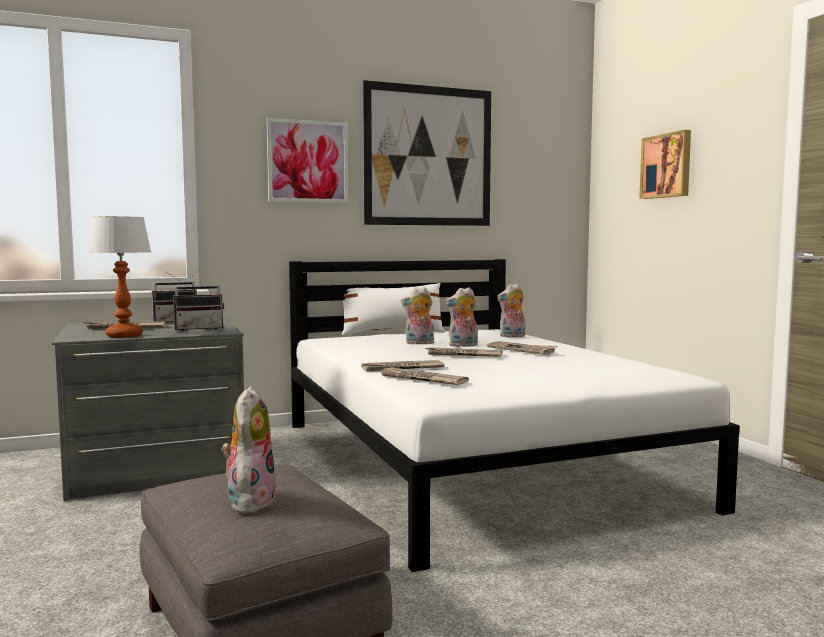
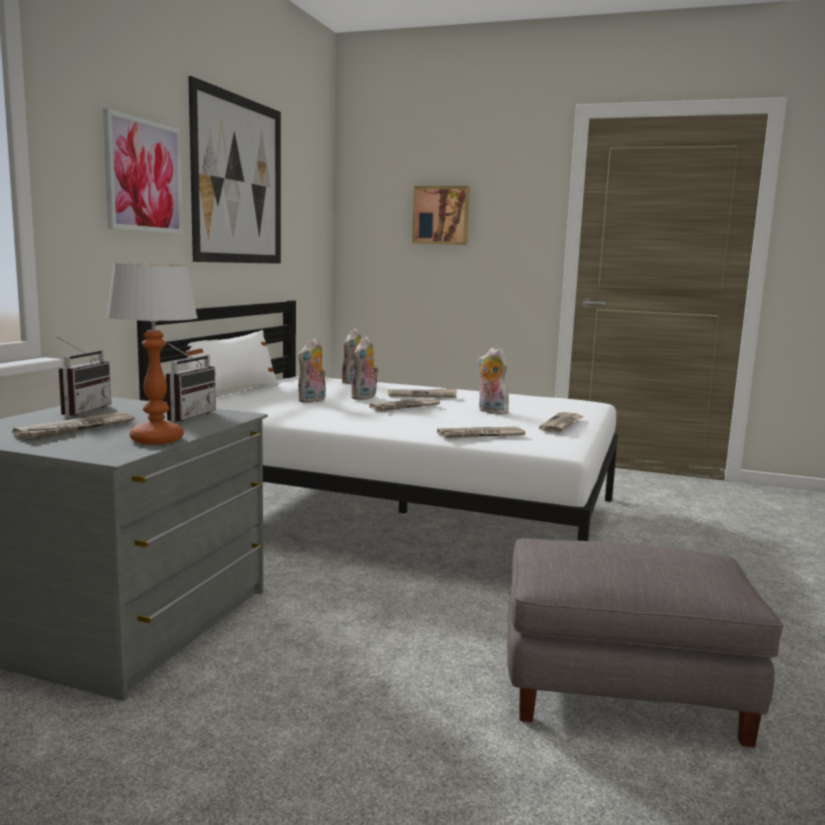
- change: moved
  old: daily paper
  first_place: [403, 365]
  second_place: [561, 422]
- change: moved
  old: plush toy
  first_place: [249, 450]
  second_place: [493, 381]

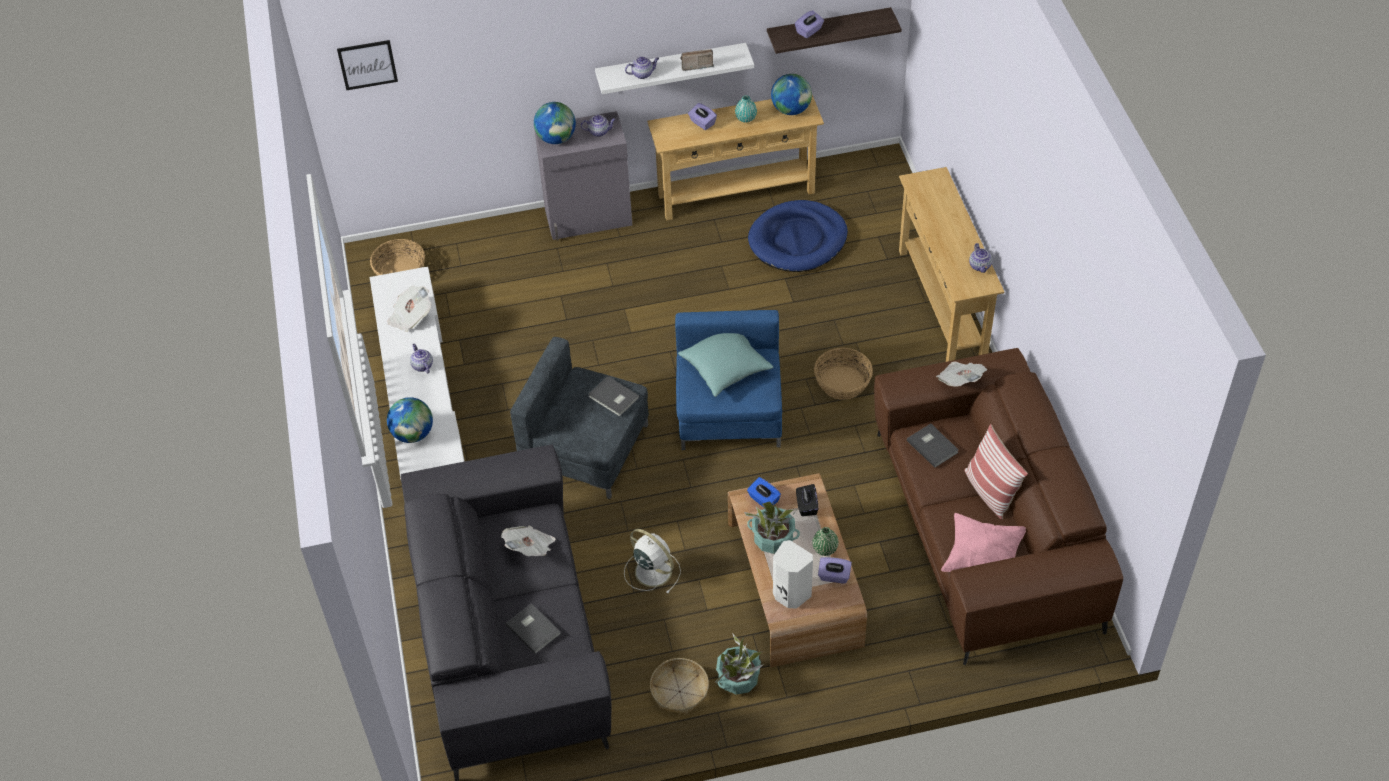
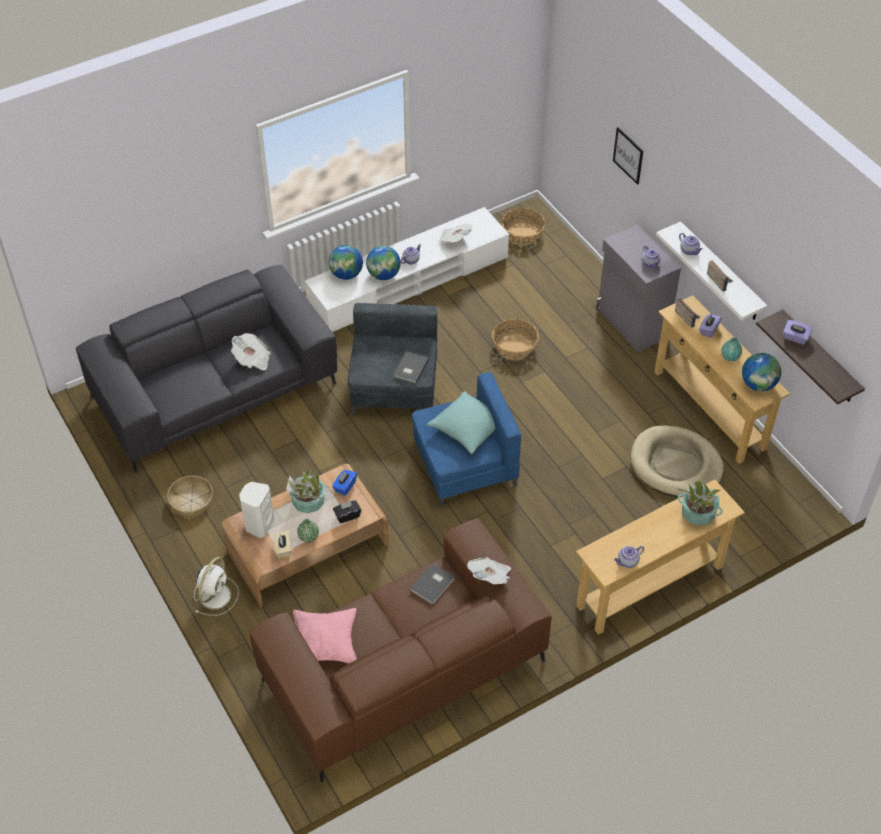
- change: moved
  old: picture
  first_place: [367, 65]
  second_place: [628, 156]
- change: moved
  old: desk globe
  first_place: [555, 123]
  second_place: [383, 263]
- change: recoloured
  old: dog bed/bluish
  new: dog bed/sand-coloured
  first_place: [798, 236]
  second_place: [677, 461]
- change: moved
  old: storage basket
  first_place: [843, 374]
  second_place: [515, 339]
- change: removed
  old: throw pillow
  first_place: [996, 472]
- change: moved
  old: electric fan/white
  first_place: [652, 561]
  second_place: [216, 586]
- change: recoloured
  old: box of tissues/purplish
  new: box of tissues/sand-coloured
  first_place: [835, 570]
  second_place: [283, 544]
- change: removed
  old: bound book/gray
  first_place: [533, 628]
- change: moved
  old: potted plant
  first_place: [739, 664]
  second_place: [700, 503]
- change: added
  new: radio set
  second_place: [688, 313]

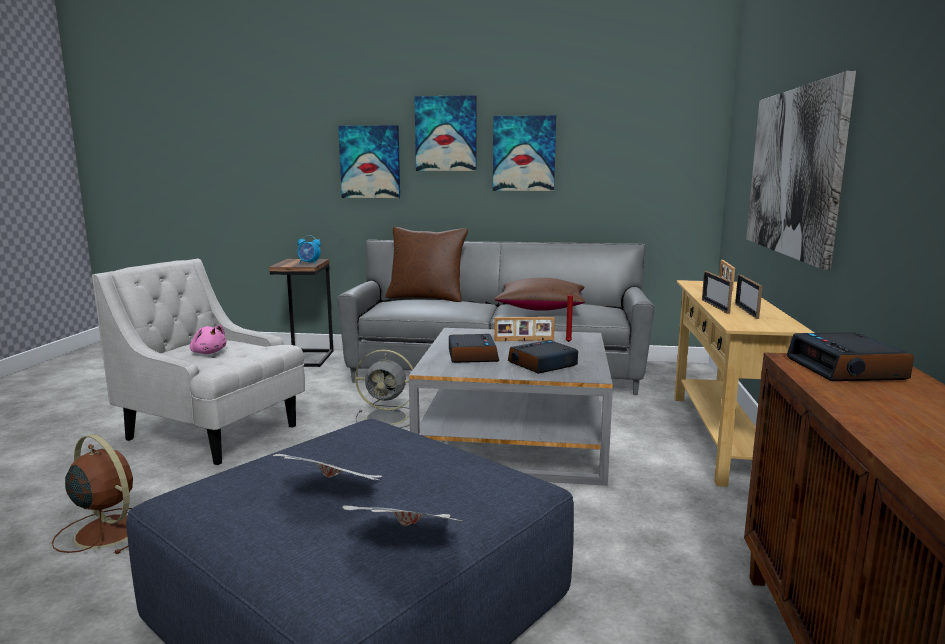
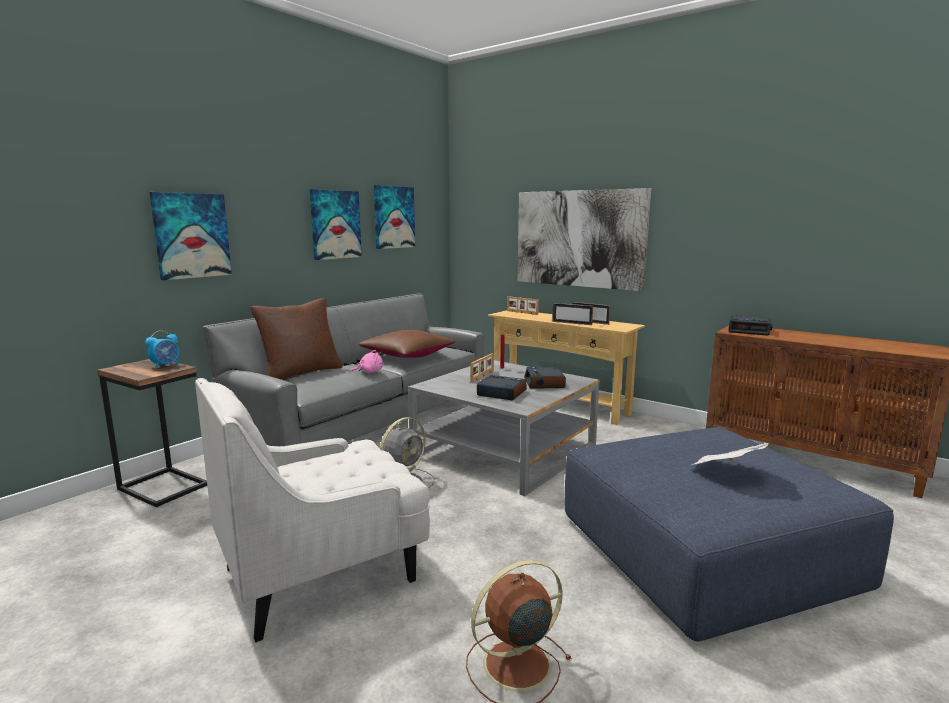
- change: moved
  old: picture
  first_place: [445, 133]
  second_place: [394, 217]
- change: moved
  old: plush toy/pinkish
  first_place: [208, 339]
  second_place: [366, 361]
- change: removed
  old: daily paper
  first_place: [402, 515]

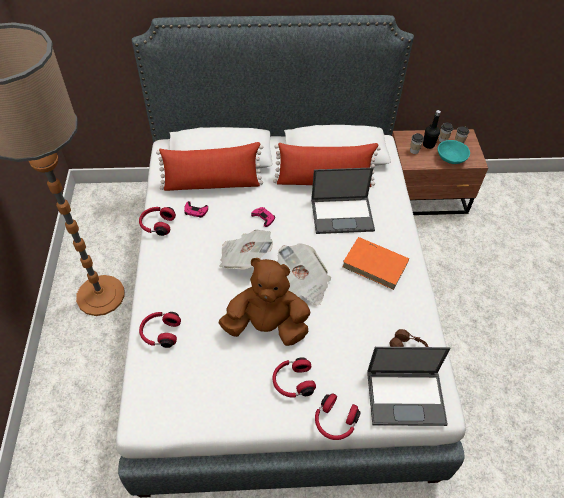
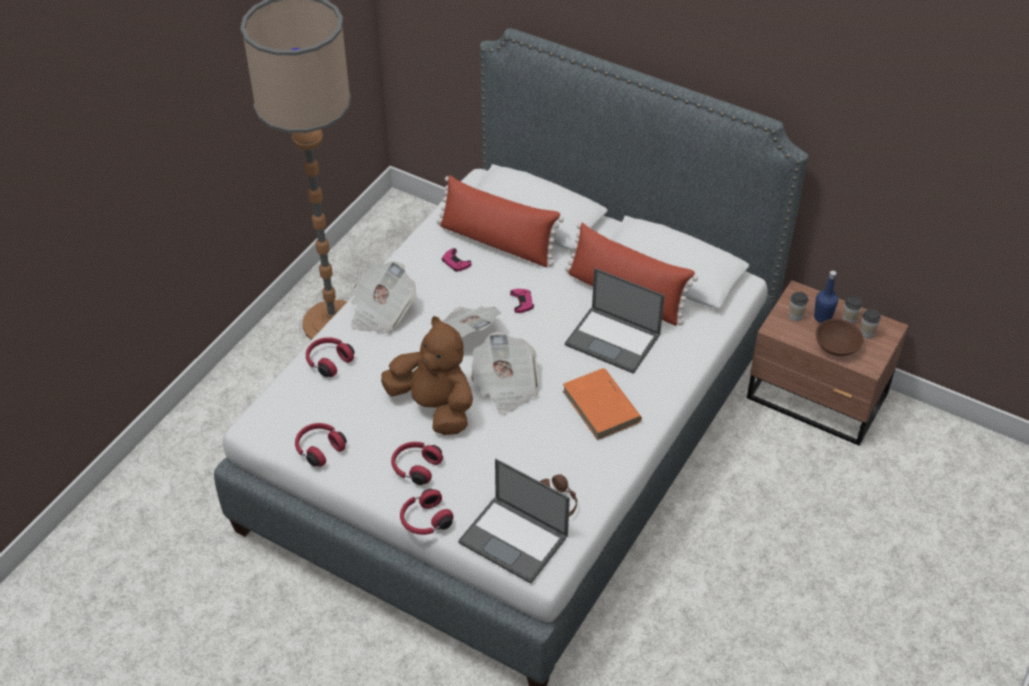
- change: recoloured
  old: drink bottle/black
  new: drink bottle/bluish
  first_place: [432, 129]
  second_place: [826, 296]
- change: recoloured
  old: deep dish/turquoise-coloured
  new: deep dish/brown
  first_place: [453, 152]
  second_place: [839, 337]
- change: moved
  old: pair of headphones/red
  first_place: [157, 221]
  second_place: [321, 445]
- change: added
  new: daily paper
  second_place: [383, 297]

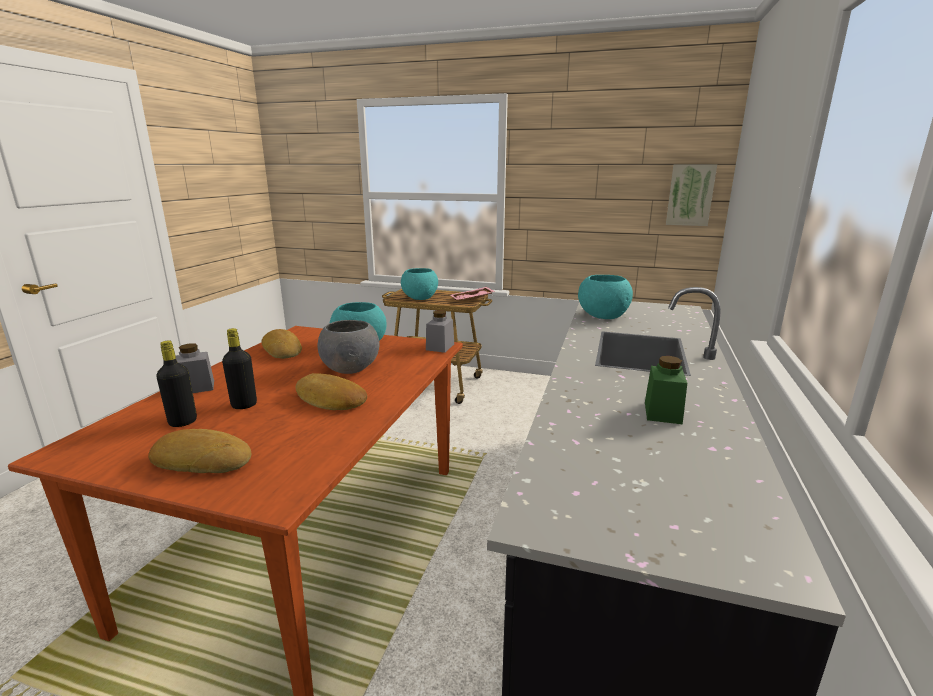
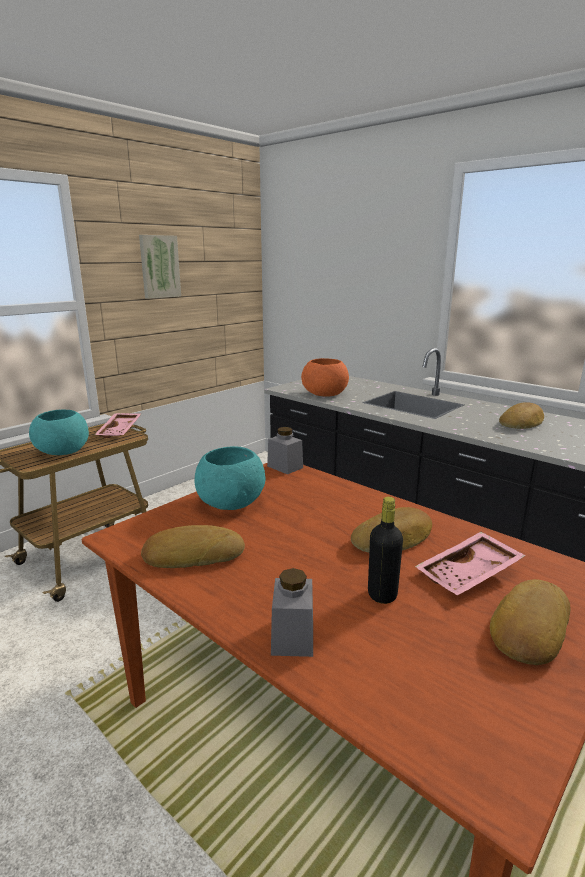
- change: moved
  old: picture
  first_place: [691, 195]
  second_place: [160, 267]
- change: recoloured
  old: deep dish/turquoise-coloured
  new: deep dish/orangey
  first_place: [605, 297]
  second_place: [325, 377]
- change: removed
  old: deep dish/gray
  first_place: [348, 347]
- change: removed
  old: drink bottle/black
  first_place: [176, 383]
- change: replaced
  old: preserve jar/green
  new: bread
  first_place: [666, 390]
  second_place: [521, 415]
- change: added
  new: carrying tray/pinkish
  second_place: [470, 563]

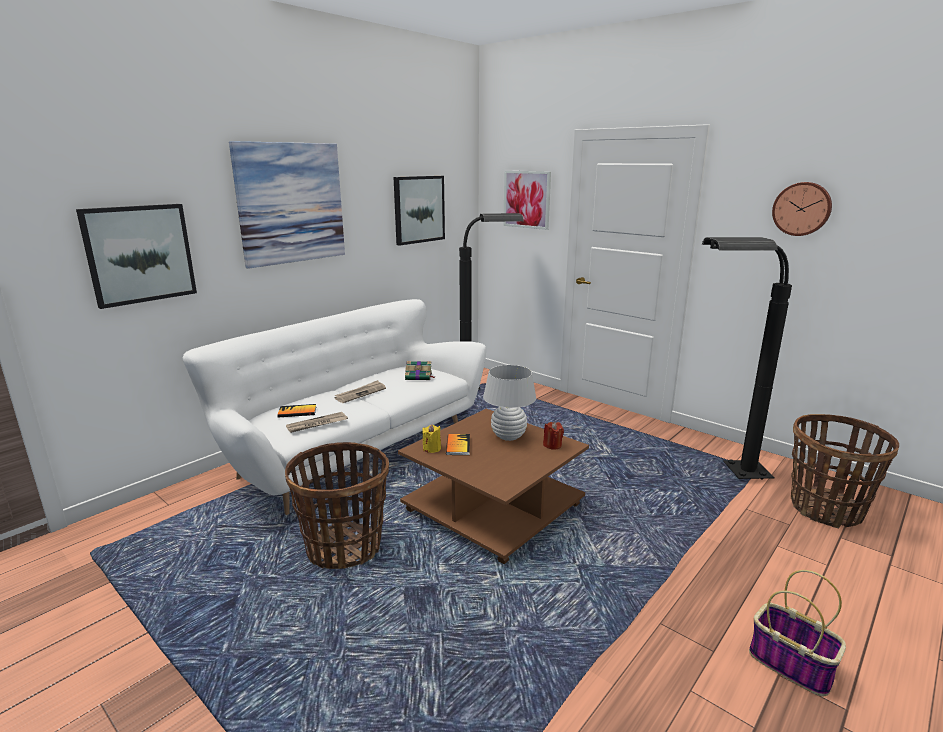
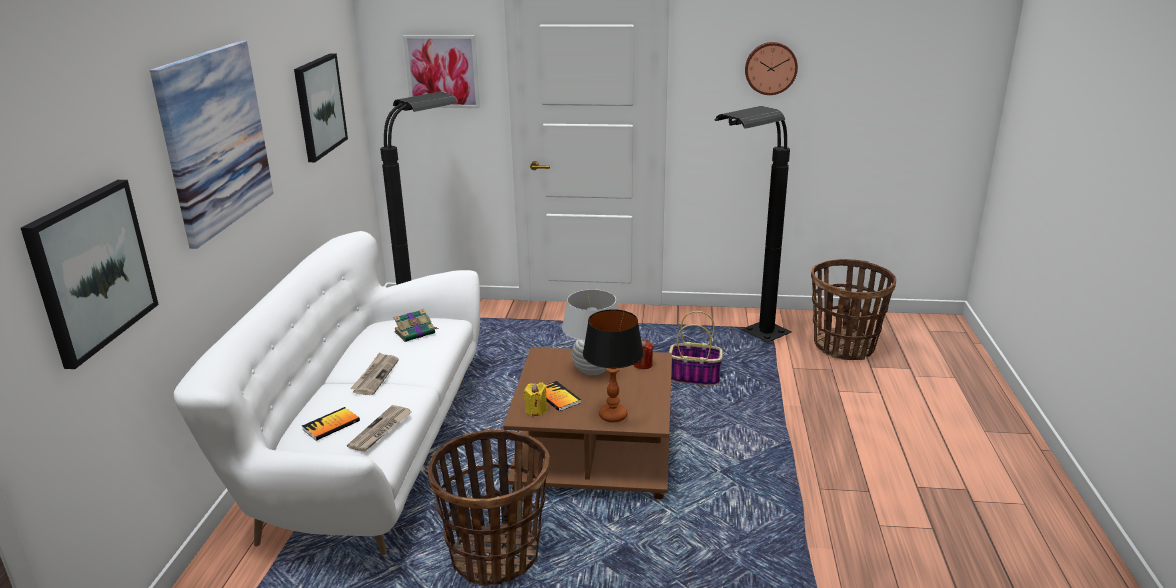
- change: moved
  old: storage basket
  first_place: [797, 633]
  second_place: [696, 348]
- change: added
  new: tabletop lamp
  second_place: [613, 366]

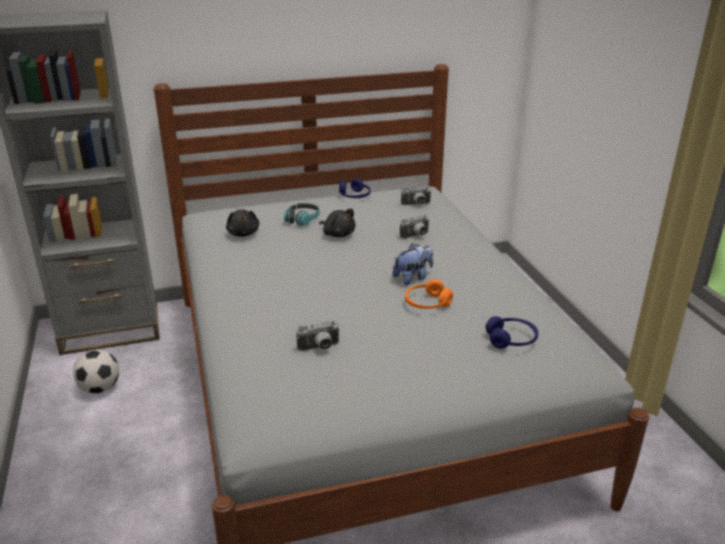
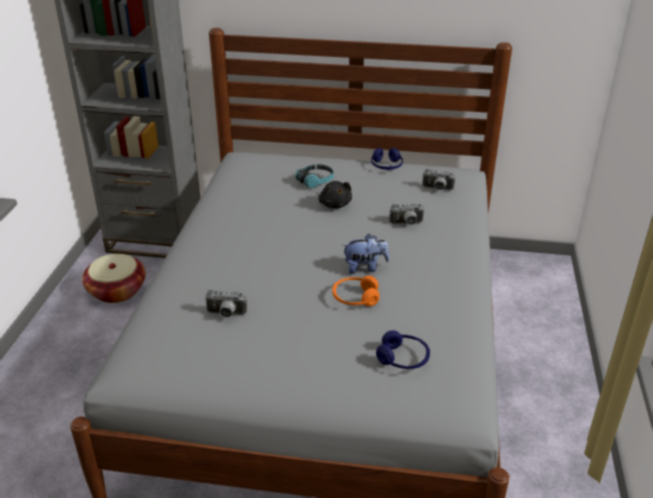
- change: removed
  old: plush toy/black
  first_place: [242, 223]
- change: replaced
  old: football ball
  new: storage basket
  first_place: [96, 371]
  second_place: [114, 278]

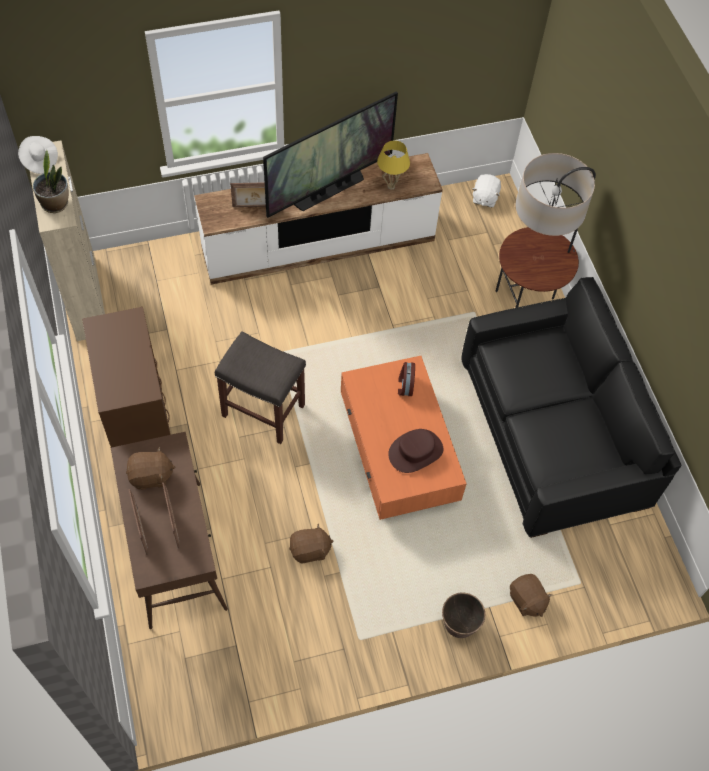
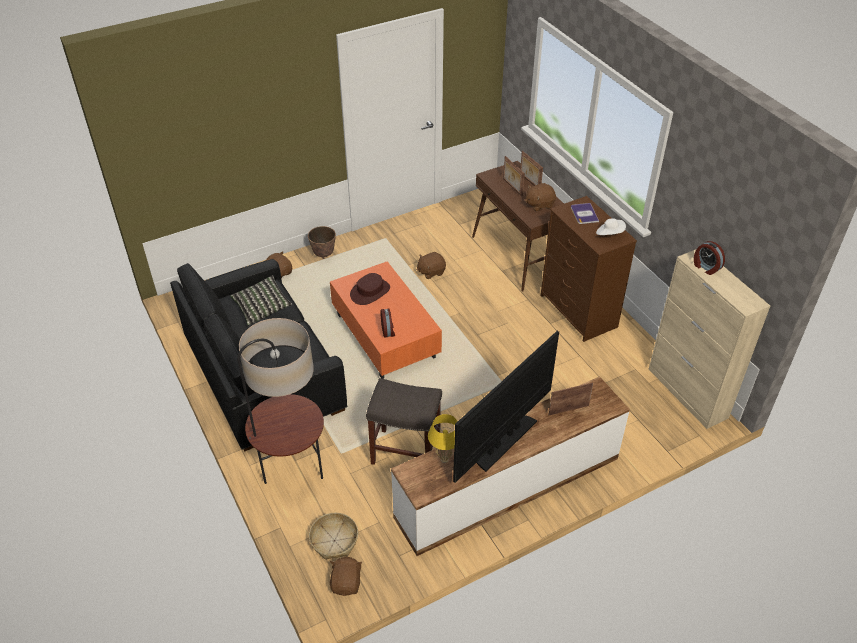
- change: moved
  old: wearable hat/white
  first_place: [38, 155]
  second_place: [611, 227]
- change: replaced
  old: potted plant
  new: alarm clock
  first_place: [51, 181]
  second_place: [709, 258]
- change: recoloured
  old: plush toy/white
  new: plush toy/brown
  first_place: [486, 190]
  second_place: [346, 576]
- change: moved
  old: sitting stool/gray
  first_place: [260, 387]
  second_place: [404, 421]
- change: added
  new: bound book
  second_place: [585, 213]
- change: added
  new: throw pillow
  second_place: [261, 300]
- change: added
  new: storage basket
  second_place: [333, 536]

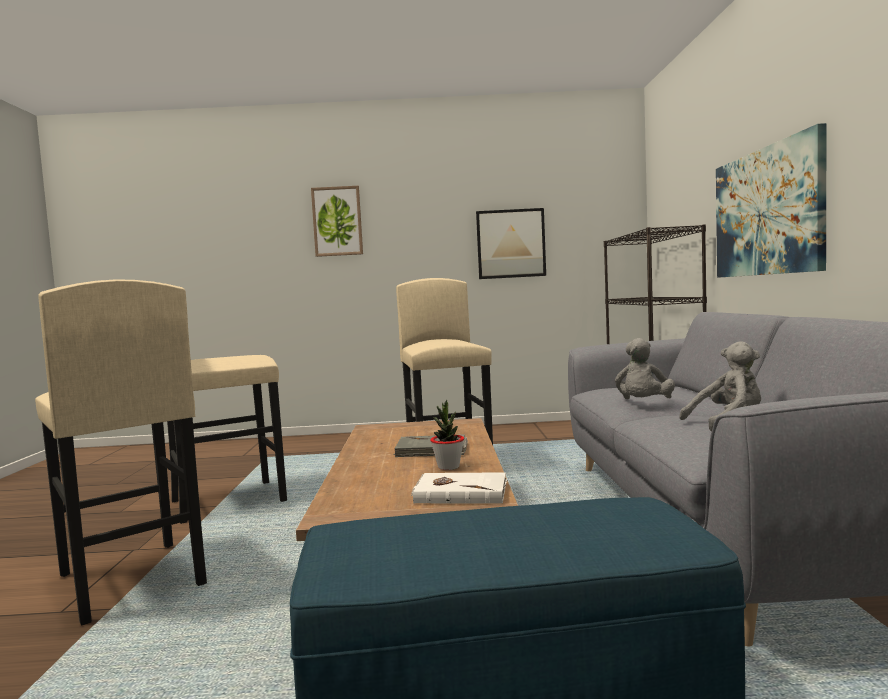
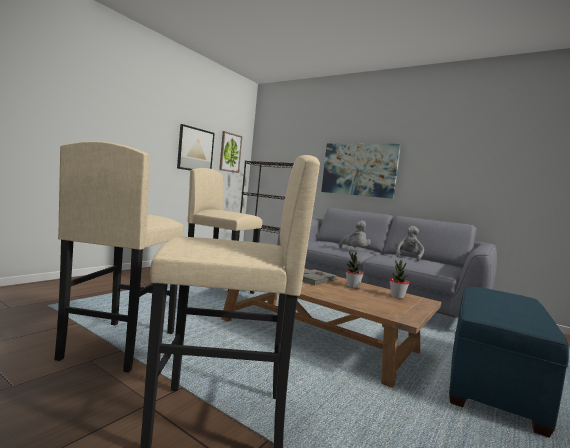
- change: moved
  old: picture
  first_place: [337, 221]
  second_place: [230, 152]
- change: replaced
  old: bound book/white
  new: potted plant
  first_place: [459, 487]
  second_place: [399, 279]

